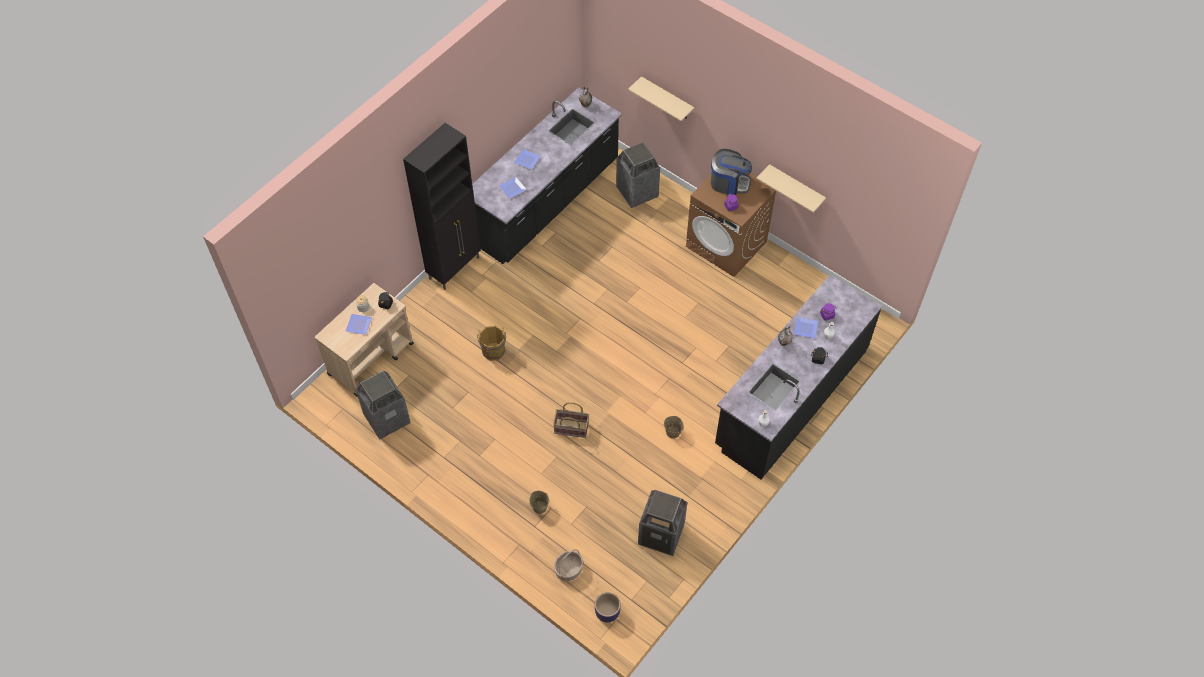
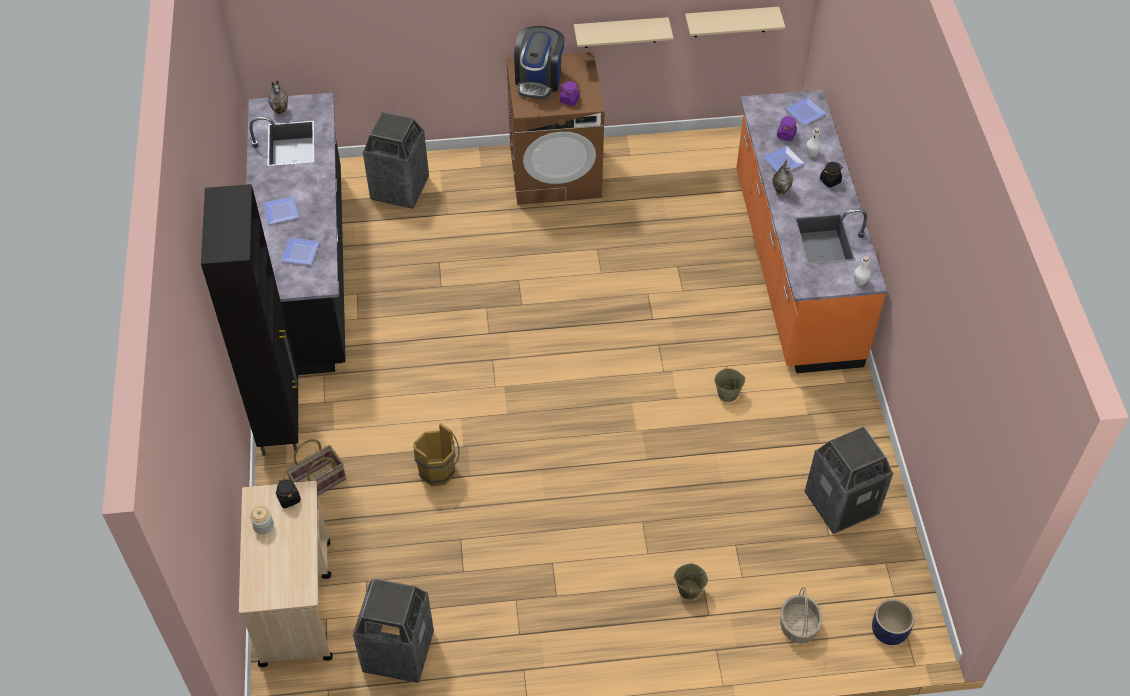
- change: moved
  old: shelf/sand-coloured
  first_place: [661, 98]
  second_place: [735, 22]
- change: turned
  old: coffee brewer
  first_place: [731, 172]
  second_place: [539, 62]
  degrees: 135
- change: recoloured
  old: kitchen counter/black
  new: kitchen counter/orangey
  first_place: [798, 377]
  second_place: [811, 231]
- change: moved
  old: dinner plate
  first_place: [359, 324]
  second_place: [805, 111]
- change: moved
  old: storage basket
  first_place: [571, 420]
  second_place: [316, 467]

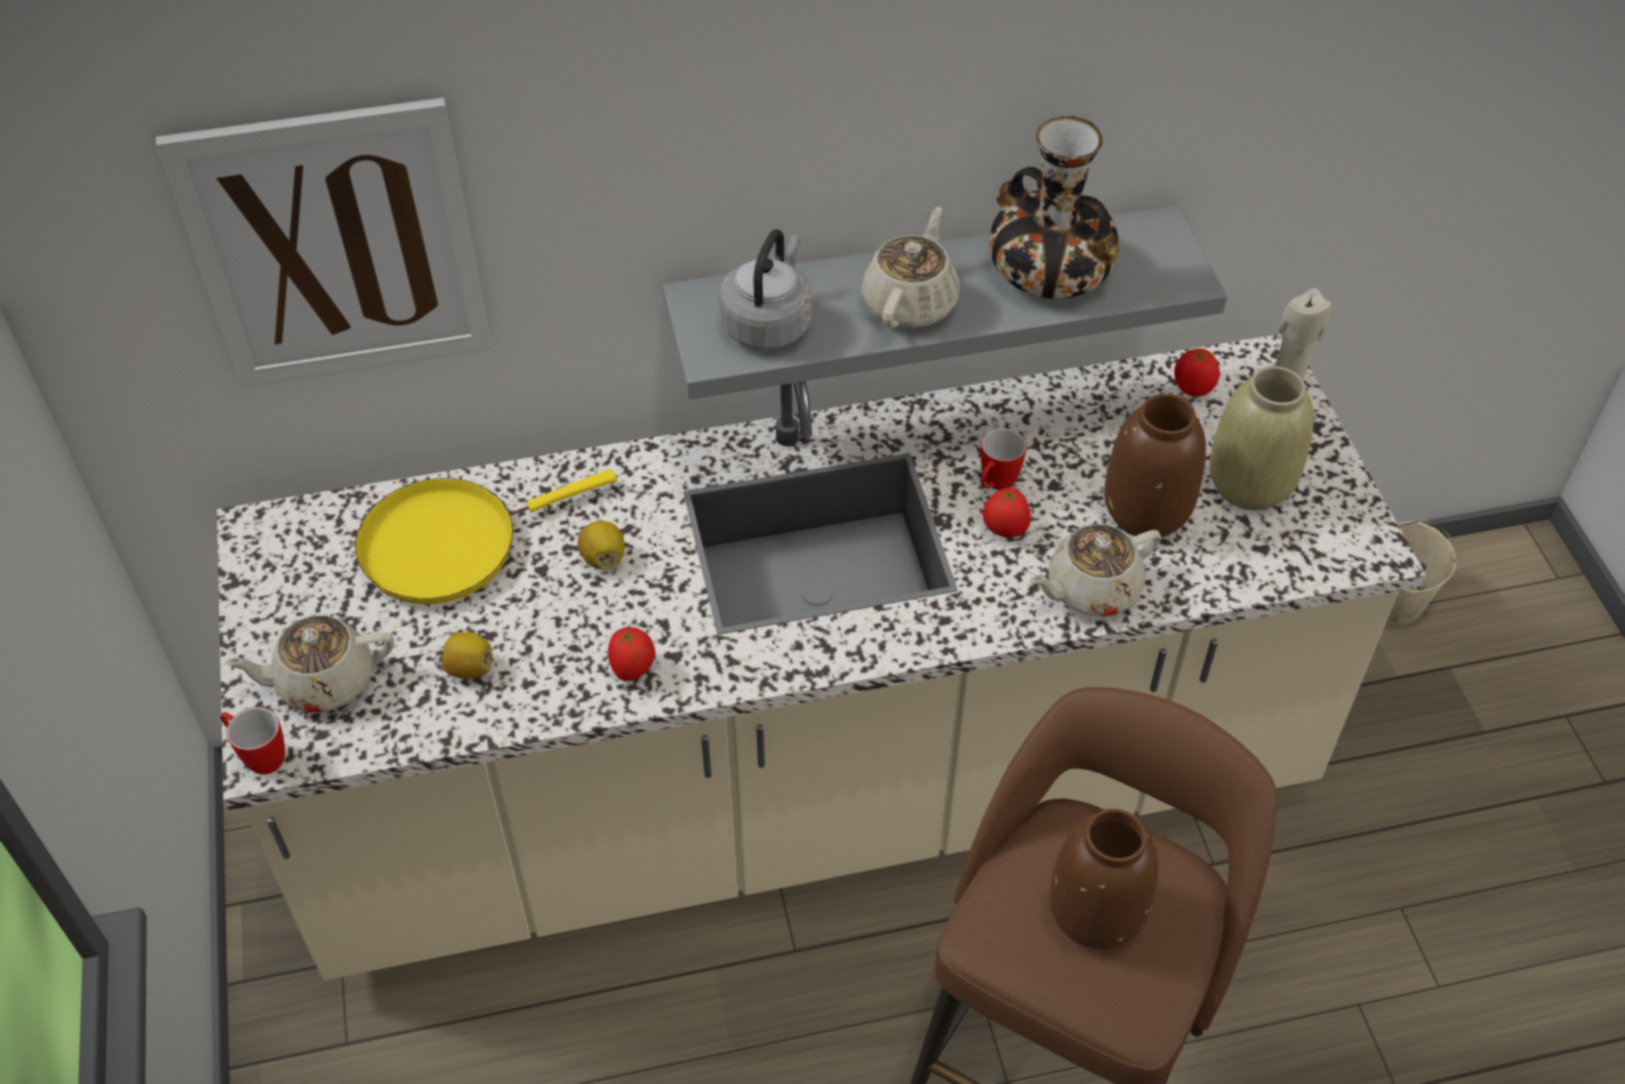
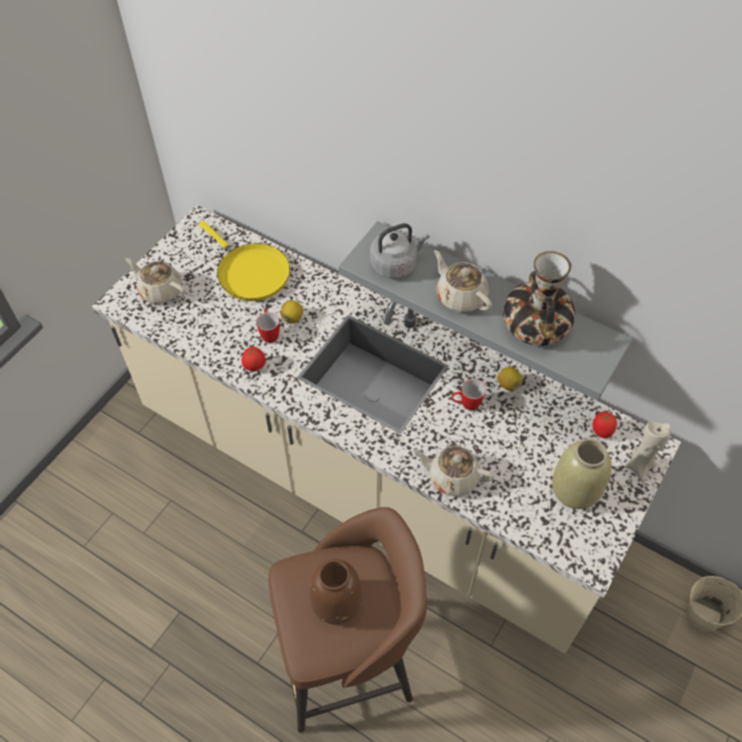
- change: removed
  old: picture
  first_place: [324, 242]
- change: turned
  old: pot for tea/sand-coloured
  first_place: [910, 267]
  second_place: [463, 281]
  degrees: -105
- change: removed
  old: flower vase/brown
  first_place: [1155, 465]
- change: turned
  old: frying pan/yellowish
  first_place: [486, 536]
  second_place: [244, 261]
  degrees: -150
- change: removed
  old: fresh tomato
  first_place: [1007, 513]
- change: moved
  old: citrus fruit
  first_place: [467, 655]
  second_place: [509, 379]
- change: moved
  old: tea mug
  first_place: [252, 740]
  second_place: [268, 325]

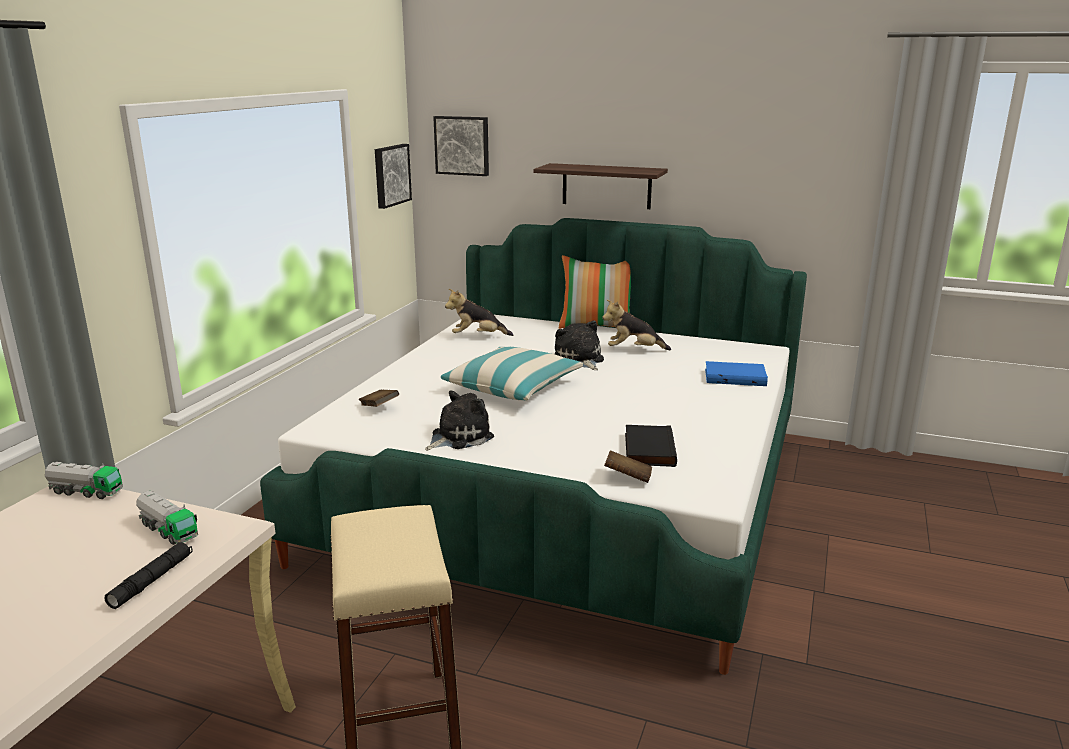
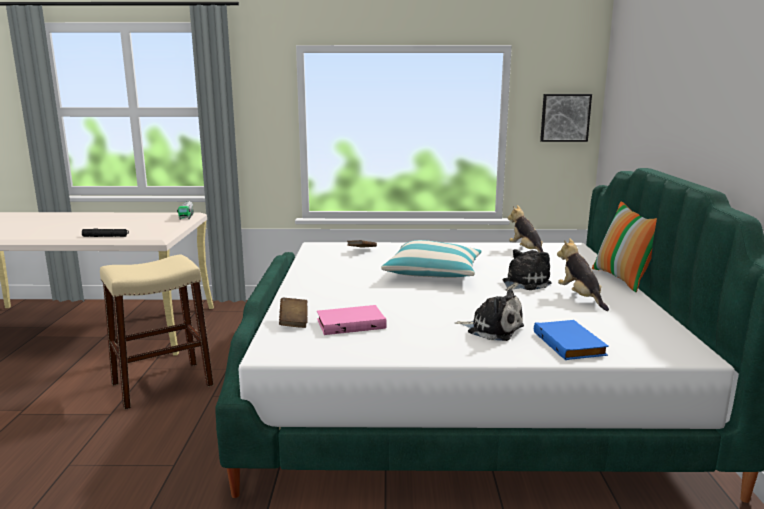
- change: removed
  old: picture
  first_place: [461, 146]
- change: removed
  old: shelf
  first_place: [600, 186]
- change: moved
  old: plush toy
  first_place: [459, 420]
  second_place: [489, 315]
- change: recoloured
  old: bound book/black
  new: bound book/pinkish
  first_place: [651, 446]
  second_place: [352, 320]
- change: removed
  old: toy truck
  first_place: [167, 517]

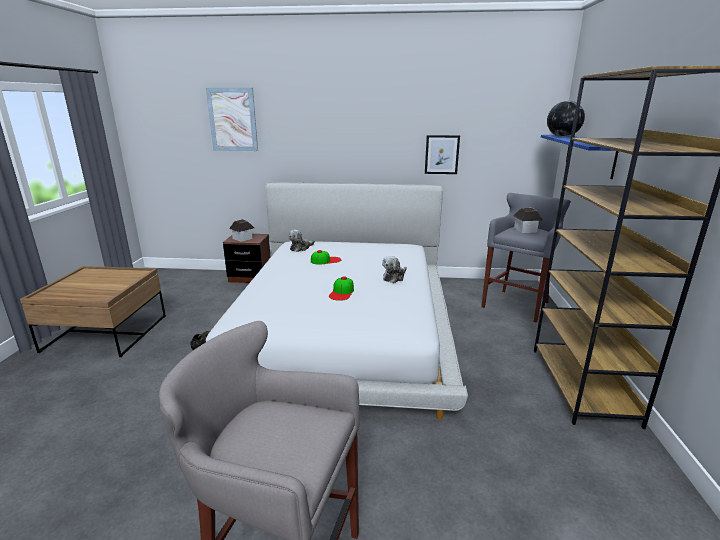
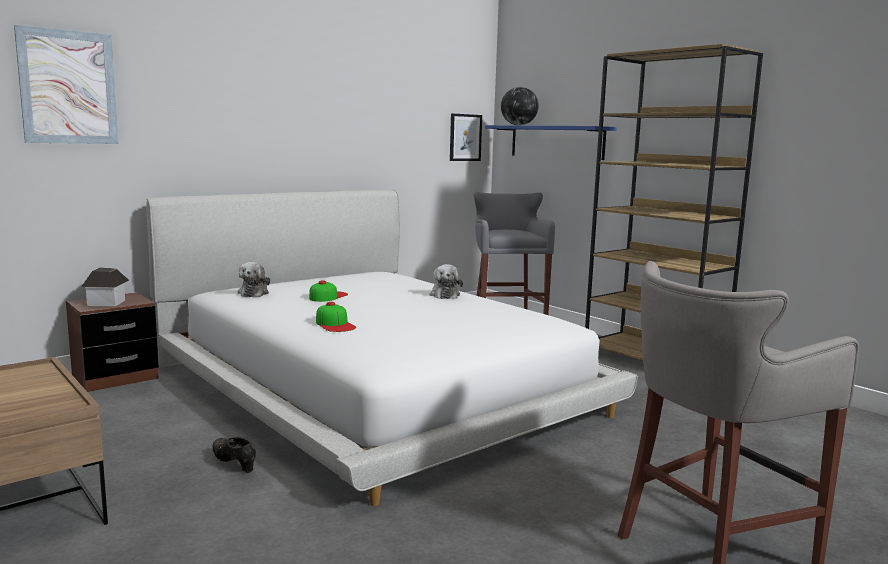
- change: moved
  old: picture
  first_place: [442, 154]
  second_place: [466, 137]
- change: removed
  old: miniature house
  first_place: [528, 220]
- change: moved
  old: cap
  first_place: [341, 288]
  second_place: [336, 317]

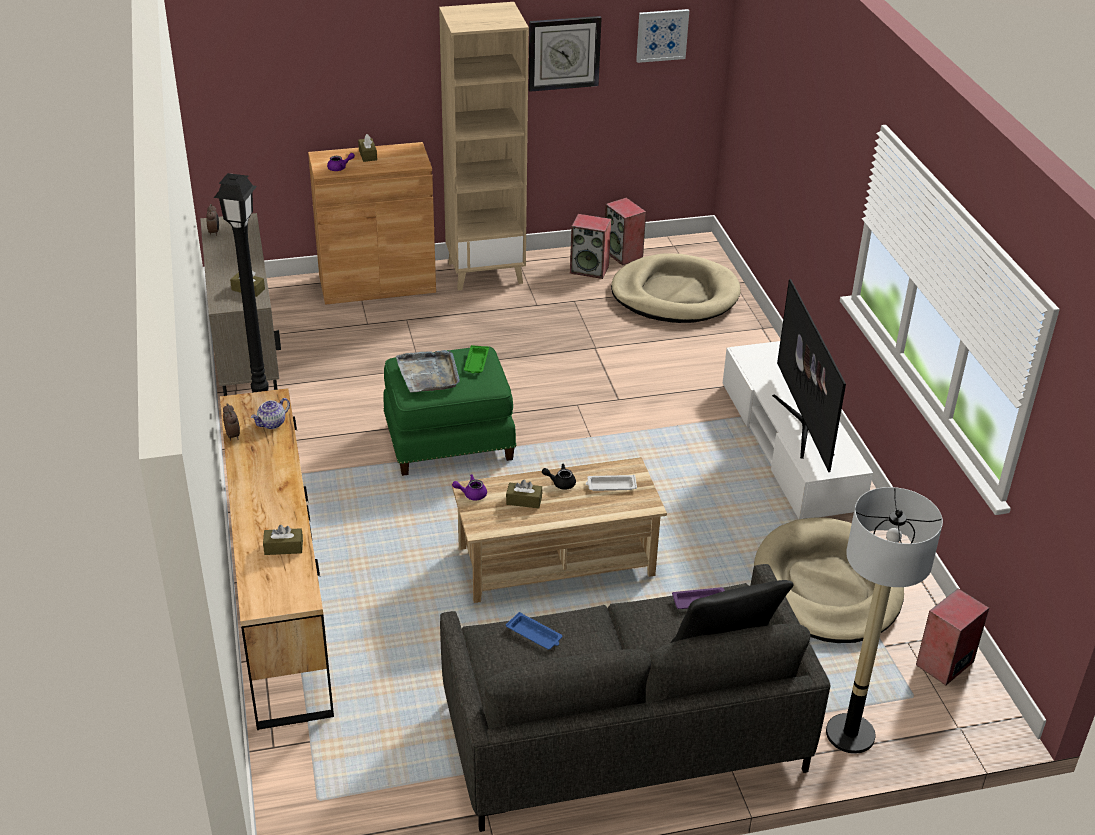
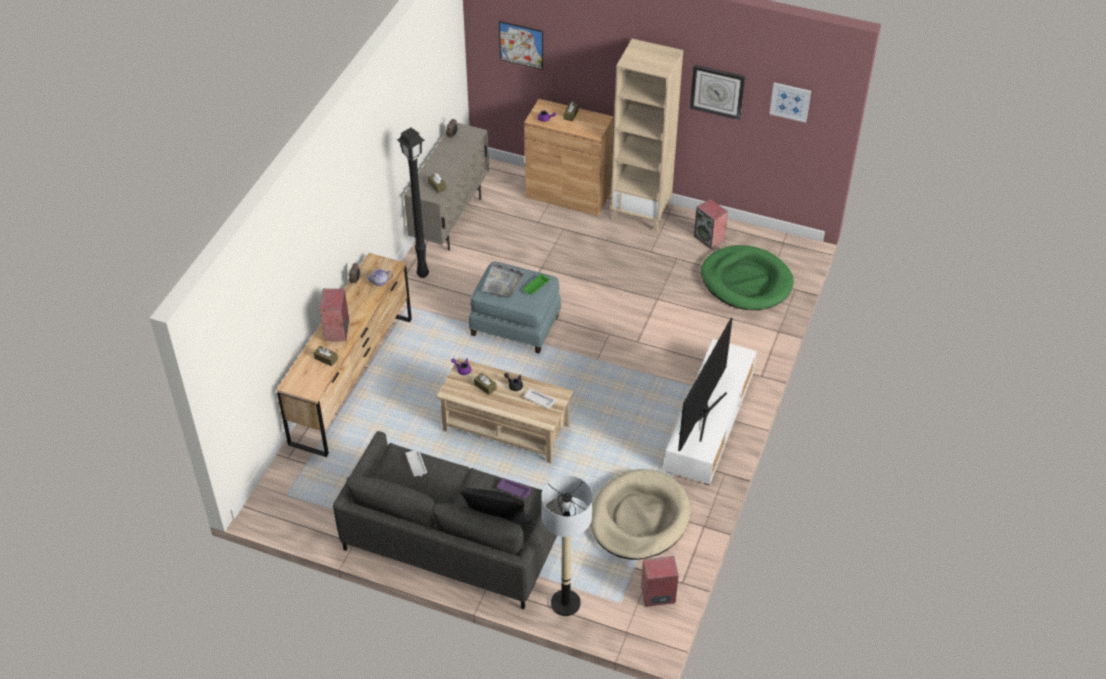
- change: moved
  old: loudspeaker
  first_place: [625, 231]
  second_place: [334, 315]
- change: recoloured
  old: dog bed/sand-coloured
  new: dog bed/green
  first_place: [676, 288]
  second_place: [747, 277]
- change: recoloured
  old: ottoman/green
  new: ottoman/bluish
  first_place: [450, 411]
  second_place: [515, 308]
- change: recoloured
  old: carrying tray/bluish
  new: carrying tray/white
  first_place: [534, 631]
  second_place: [416, 463]
- change: added
  new: picture
  second_place: [521, 45]

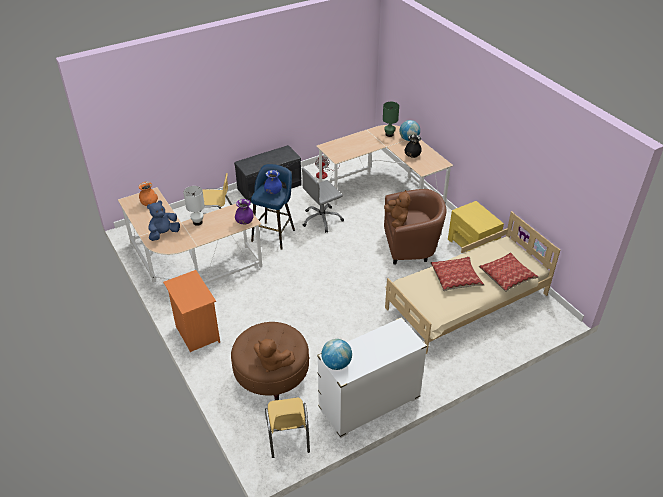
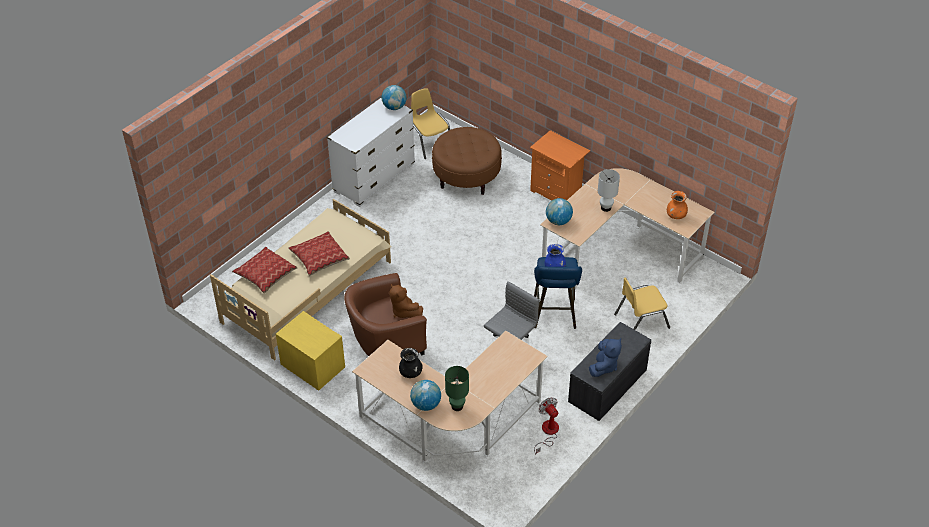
- change: replaced
  old: flower vase/purplish
  new: desk globe
  first_place: [244, 211]
  second_place: [559, 211]
- change: moved
  old: plush toy/bluish
  first_place: [163, 221]
  second_place: [605, 357]
- change: removed
  old: plush toy/brown
  first_place: [274, 356]

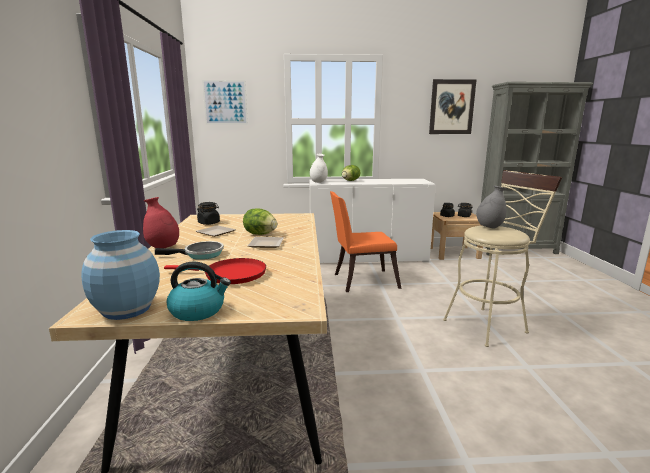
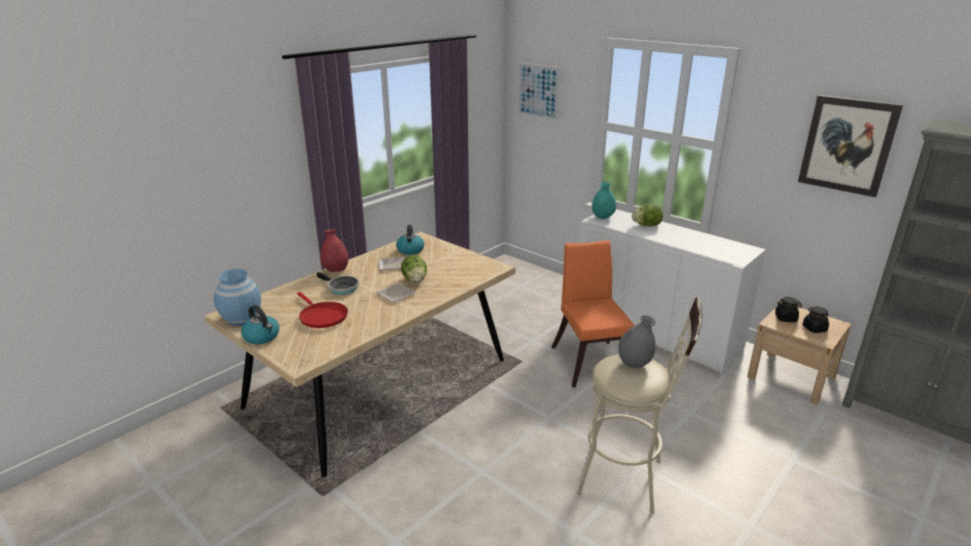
- change: recoloured
  old: flower vase/white
  new: flower vase/turquoise-coloured
  first_place: [319, 168]
  second_place: [604, 200]
- change: turned
  old: upright chair/orangey
  first_place: [366, 241]
  second_place: [593, 314]
  degrees: 45
- change: replaced
  old: preserve jar/black
  new: water kettle
  first_place: [208, 213]
  second_place: [410, 240]

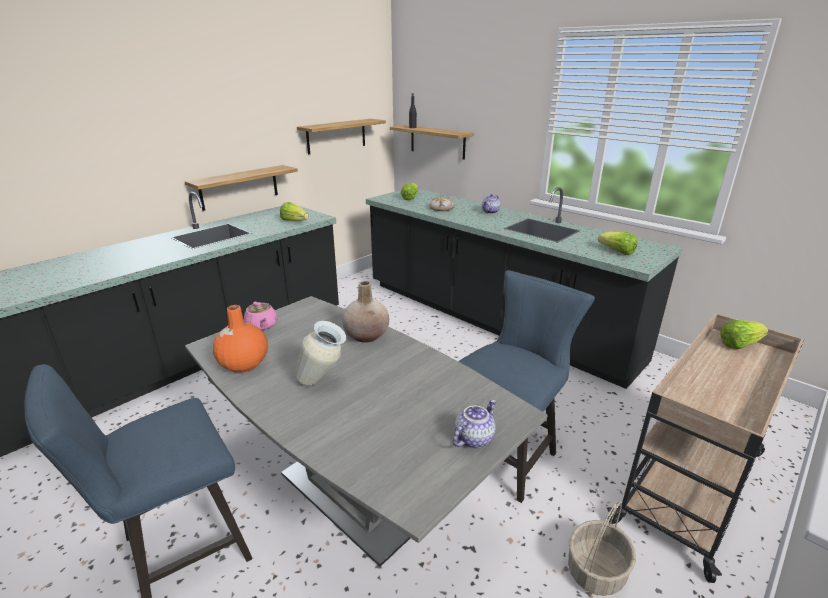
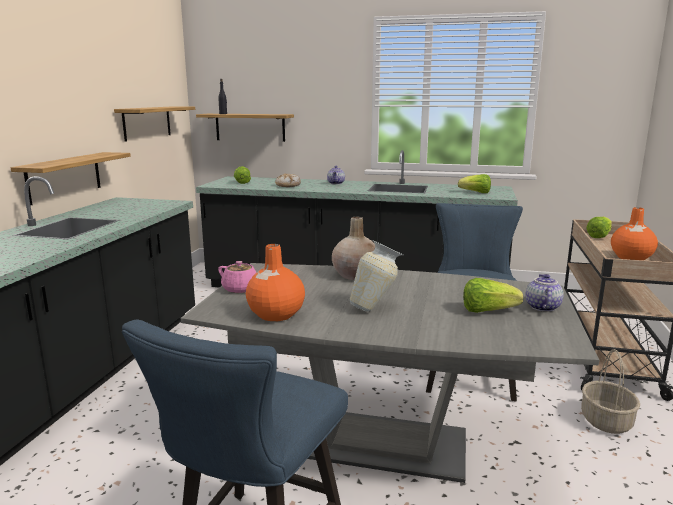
- change: moved
  old: lettuce
  first_place: [294, 211]
  second_place: [493, 295]
- change: added
  new: flower vase/orangey
  second_place: [634, 233]

